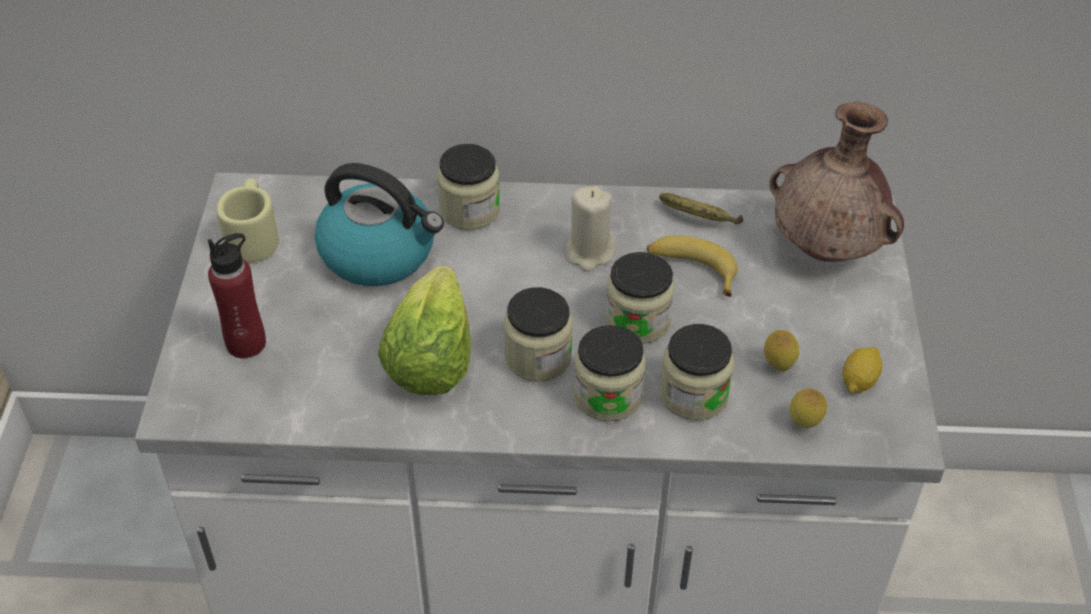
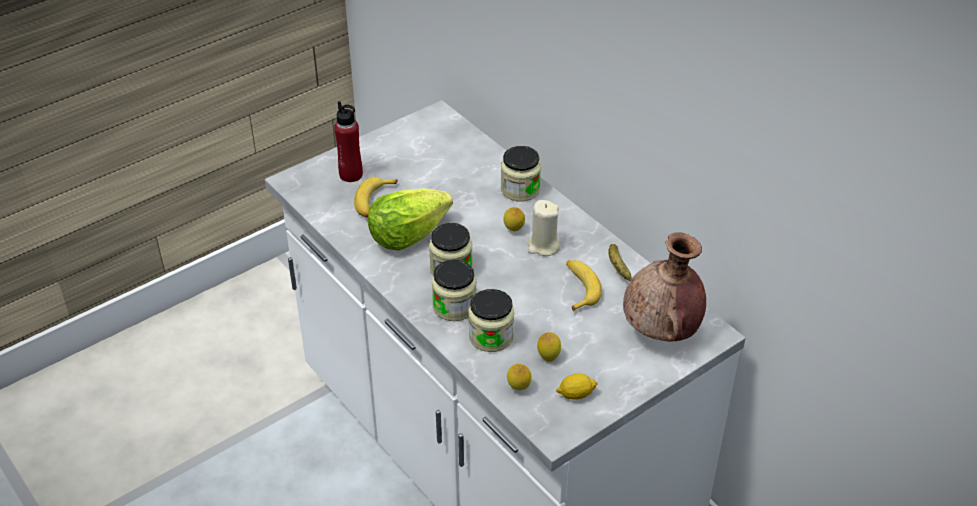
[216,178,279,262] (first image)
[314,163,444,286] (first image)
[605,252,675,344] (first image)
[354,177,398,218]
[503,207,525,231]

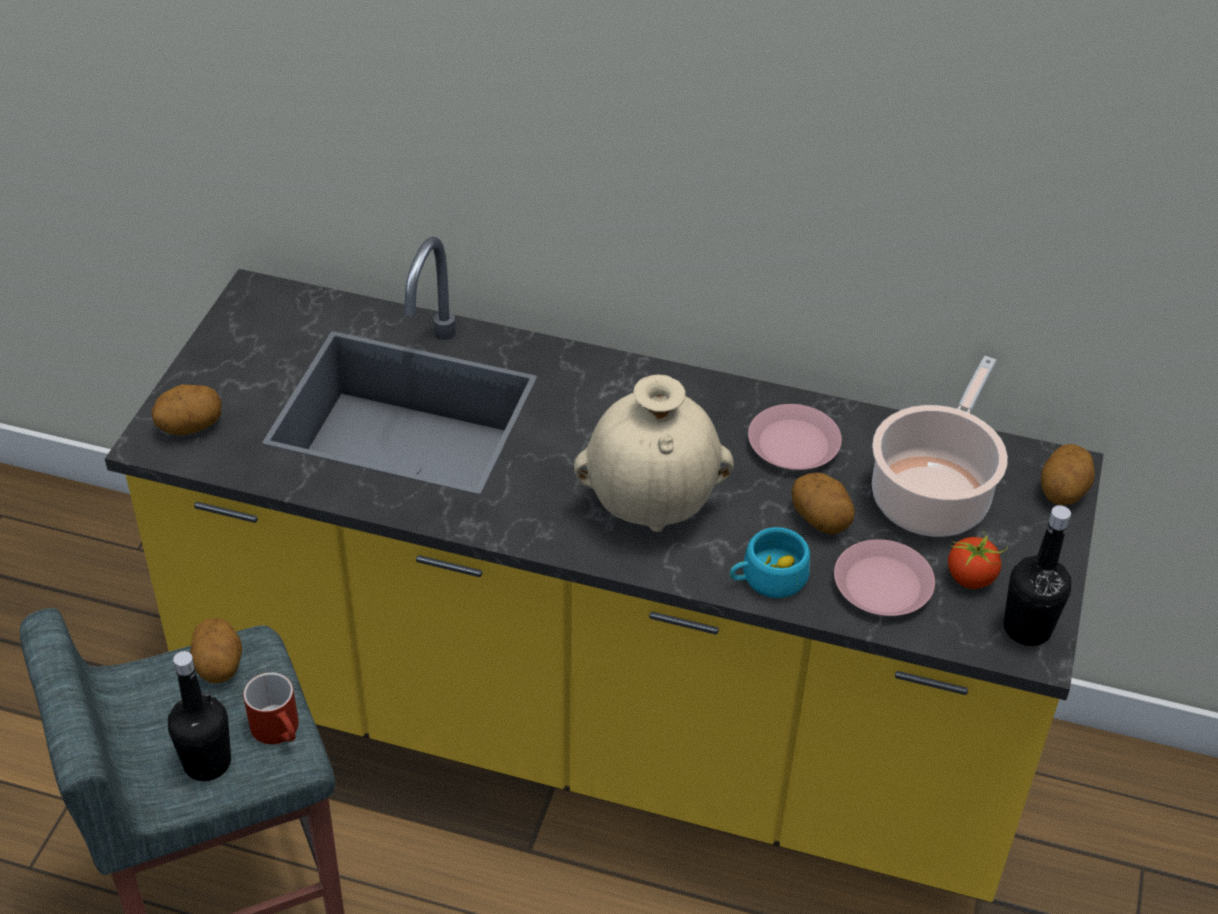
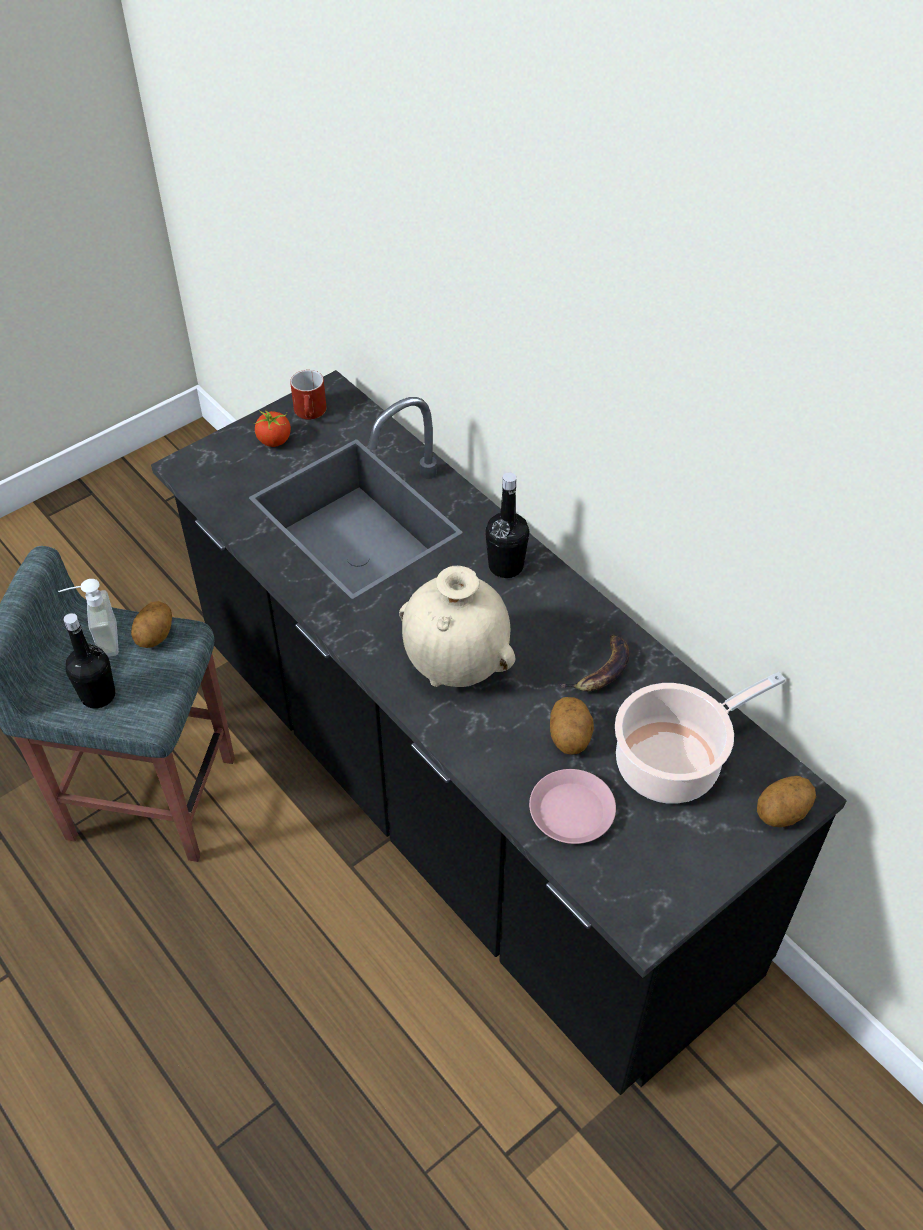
[152,384,222,435] (first image)
[730,527,810,598] (first image)
[58,579,119,657]
[290,370,327,420]
[254,409,291,447]
[485,473,529,578]
[559,634,629,692]
[151,370,847,1095]

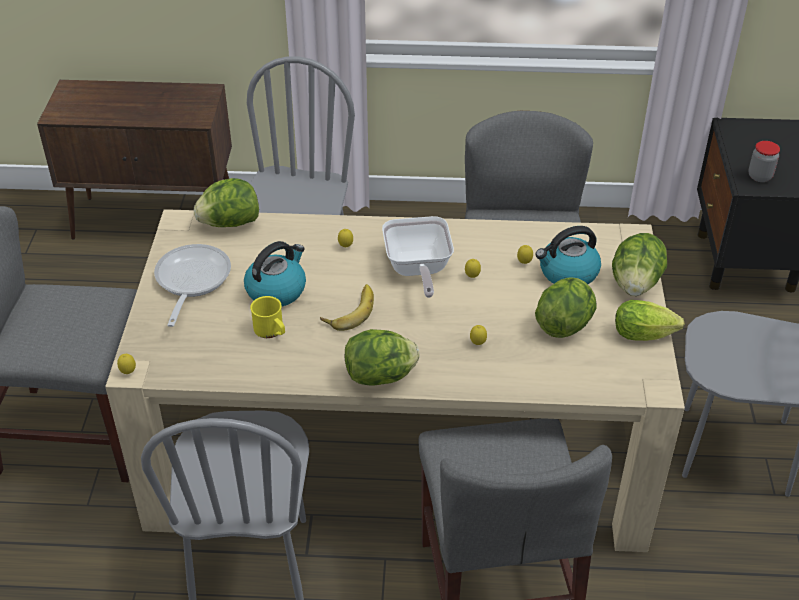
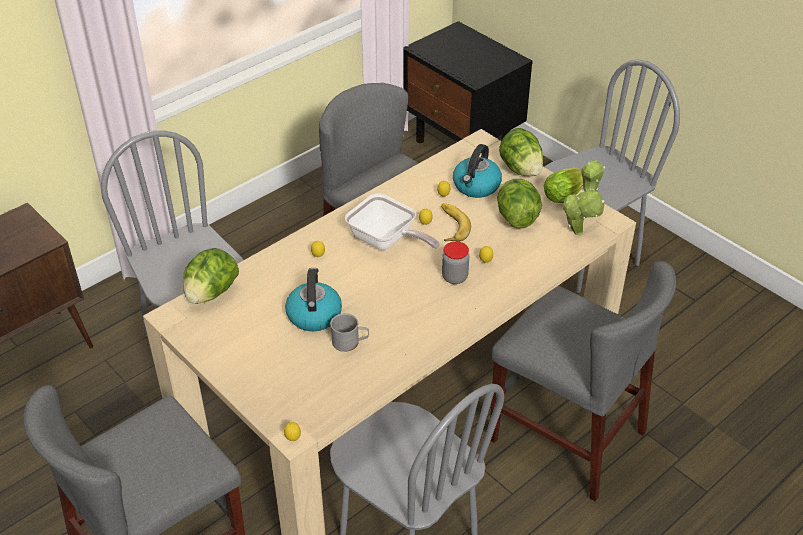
[154,244,231,327] (first image)
[345,329,420,385] (first image)
[563,160,605,235]
[441,204,471,242]
[442,241,469,284]
[330,313,369,352]

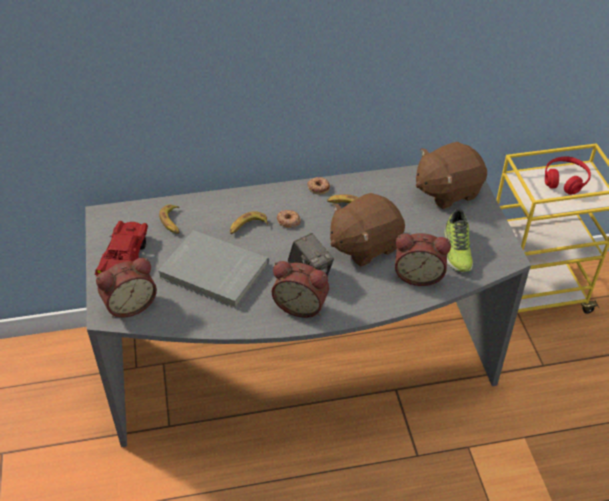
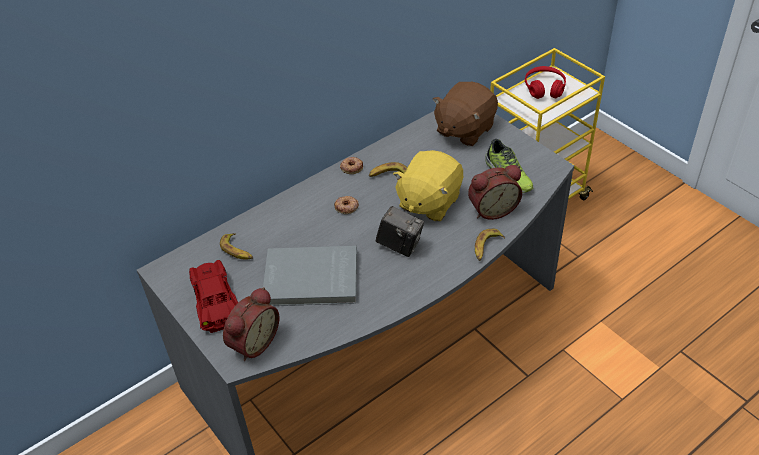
[272,261,329,318] (first image)
[475,228,505,261]
[393,150,463,222]

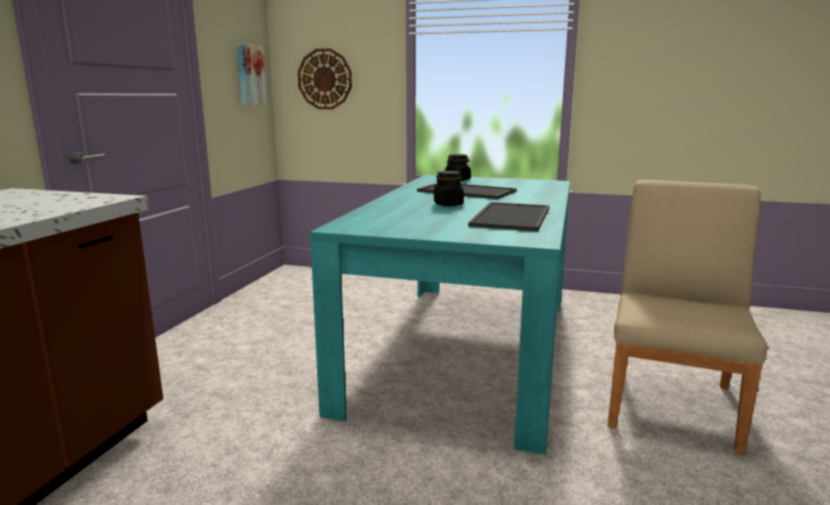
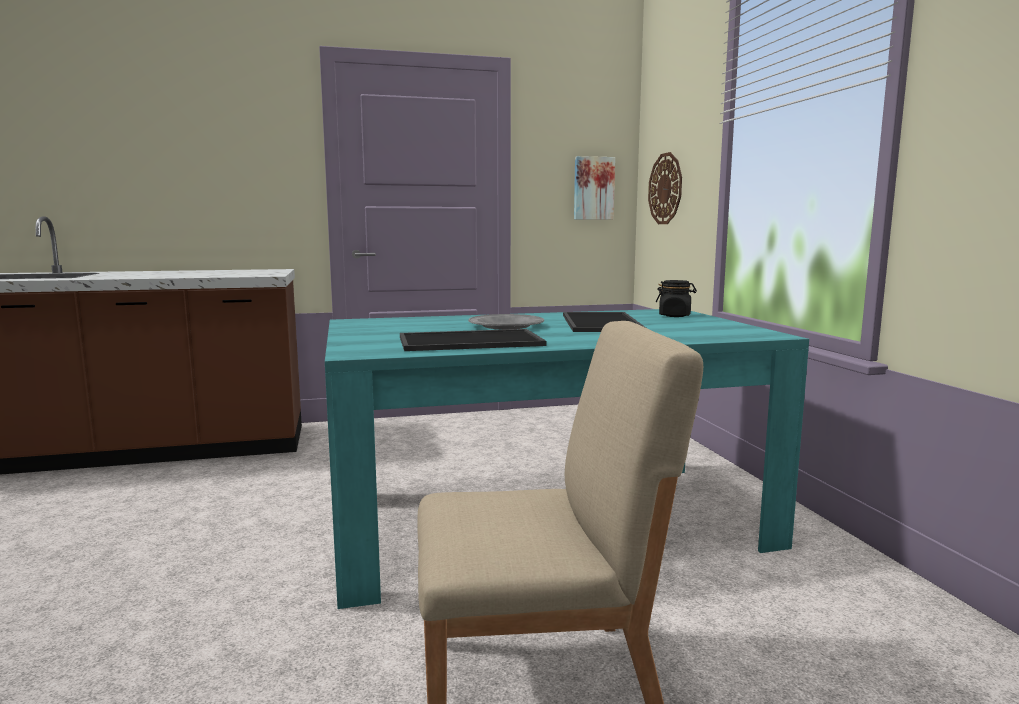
[468,314,544,330]

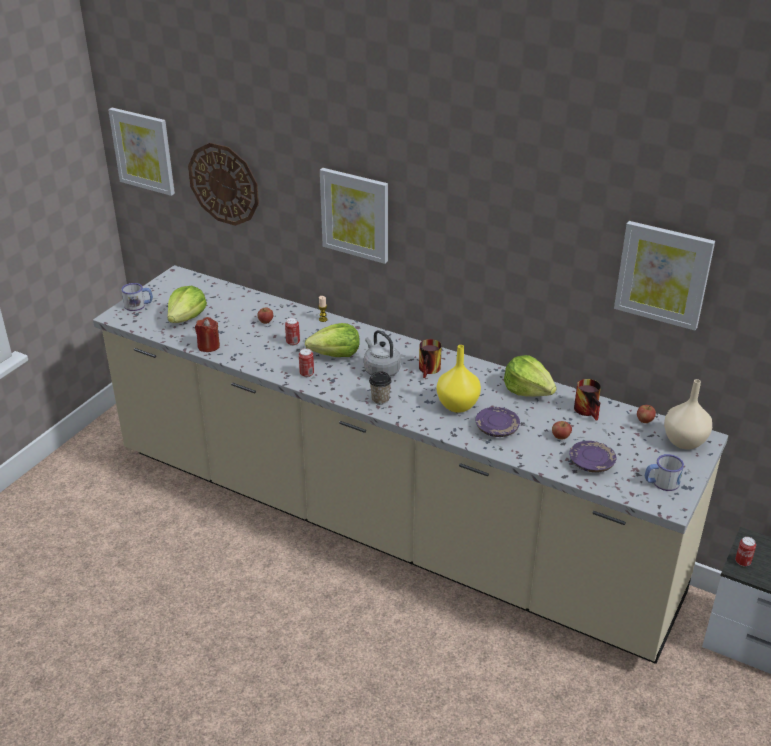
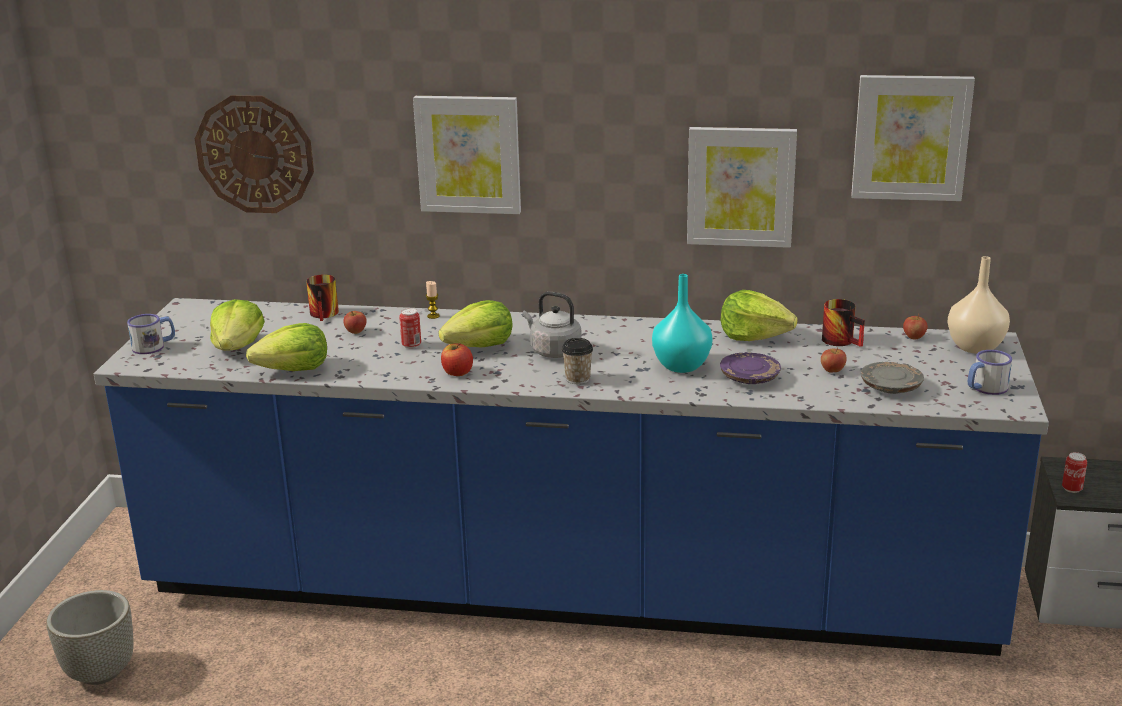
[46,590,134,685]
[687,127,797,248]
[306,274,339,321]
[246,323,327,371]
[441,343,473,376]
[94,298,1049,656]
[652,274,712,373]
[861,362,924,394]

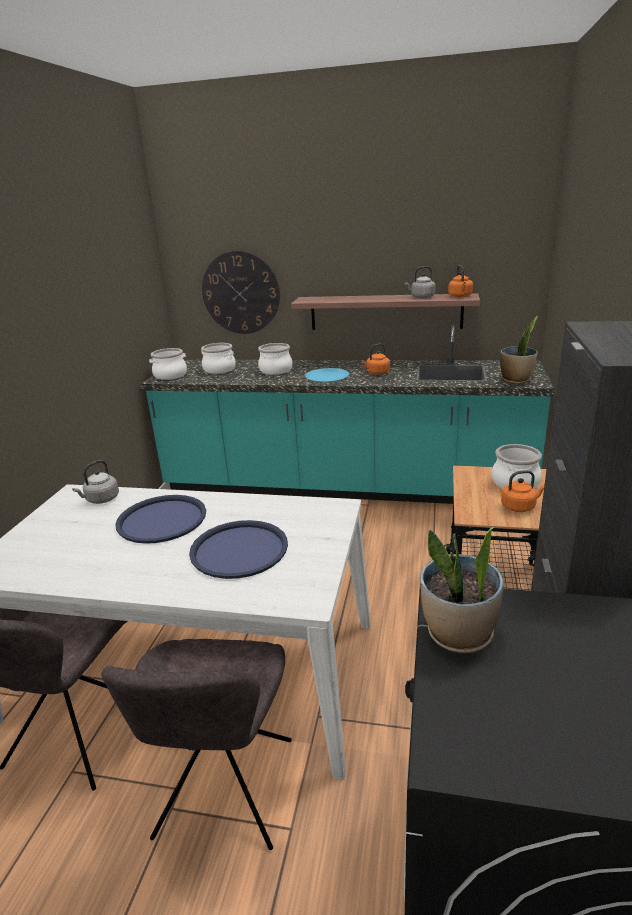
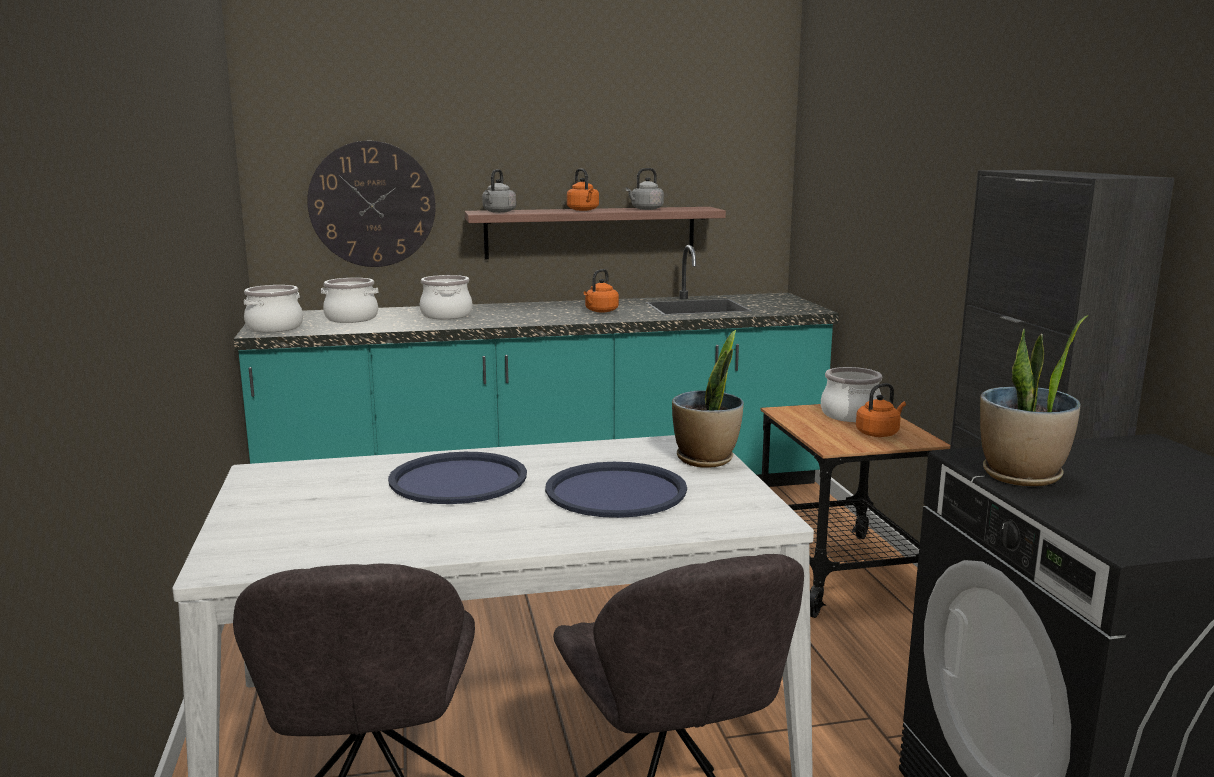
[305,368,349,382] (first image)
[482,169,516,213]
[567,168,599,211]
[672,330,744,468]

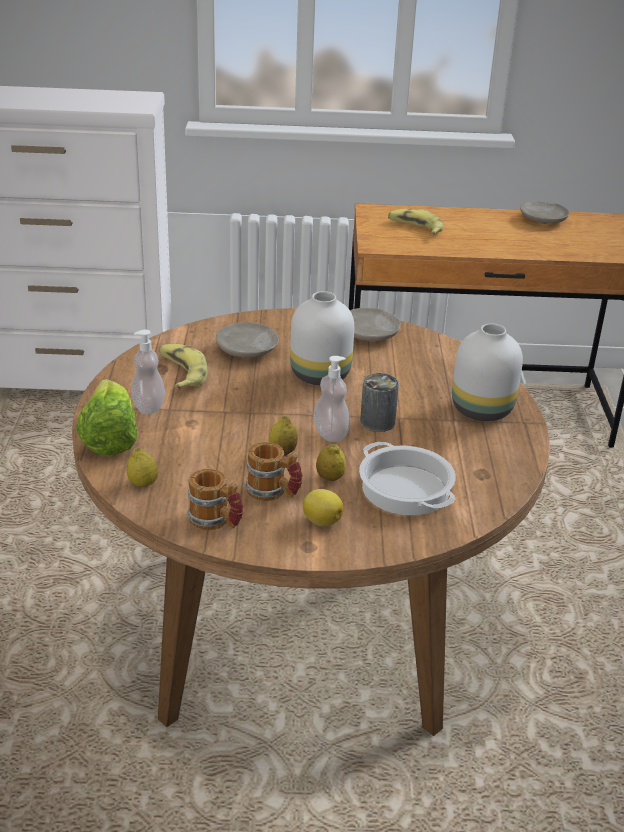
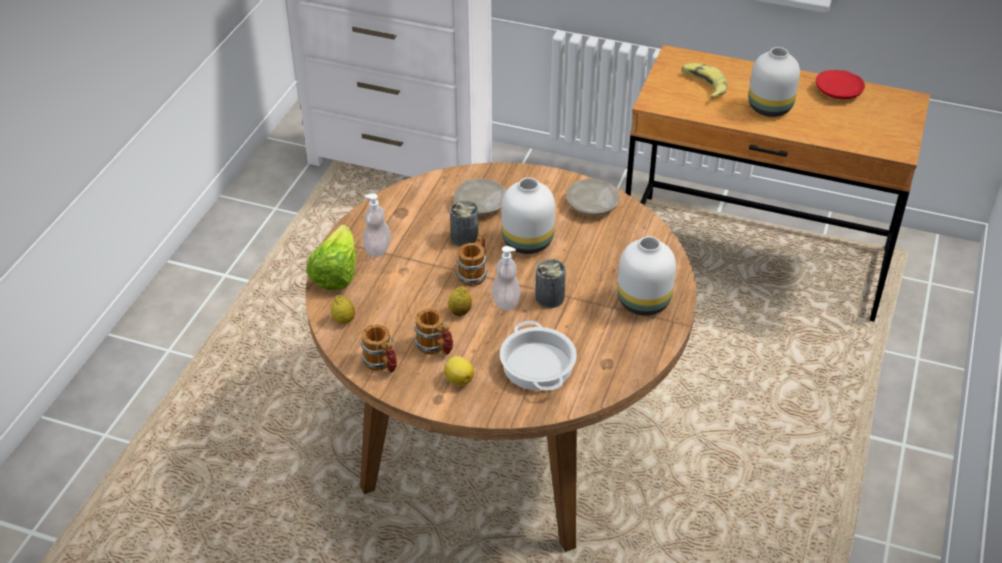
[159,344,207,389] (first image)
[316,444,346,481] (first image)
[450,200,478,247]
[456,232,487,286]
[748,47,800,117]
[816,70,865,99]

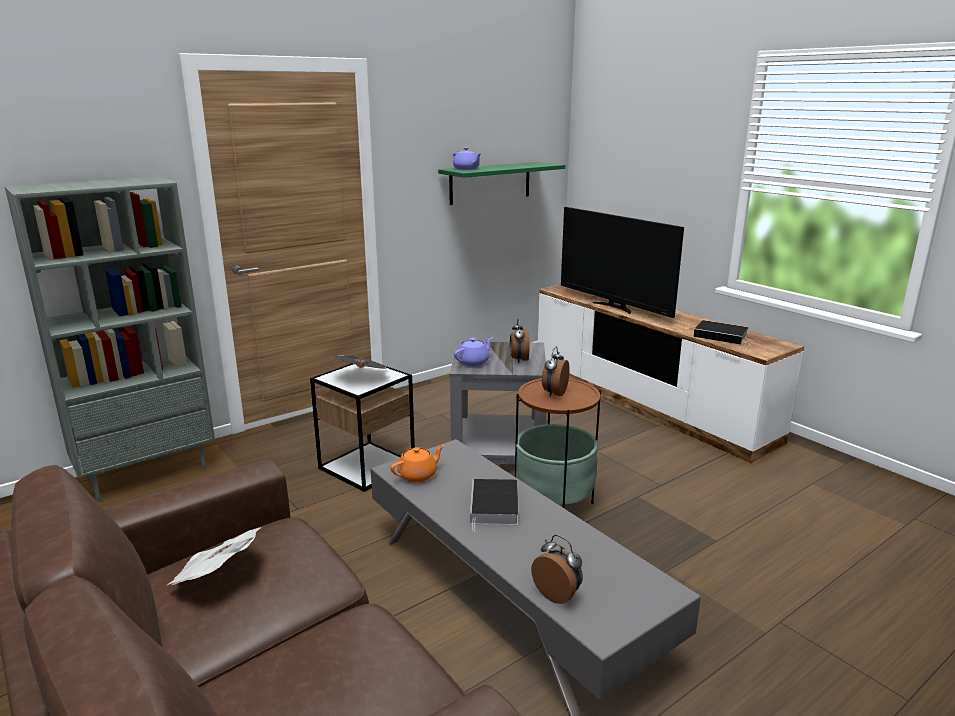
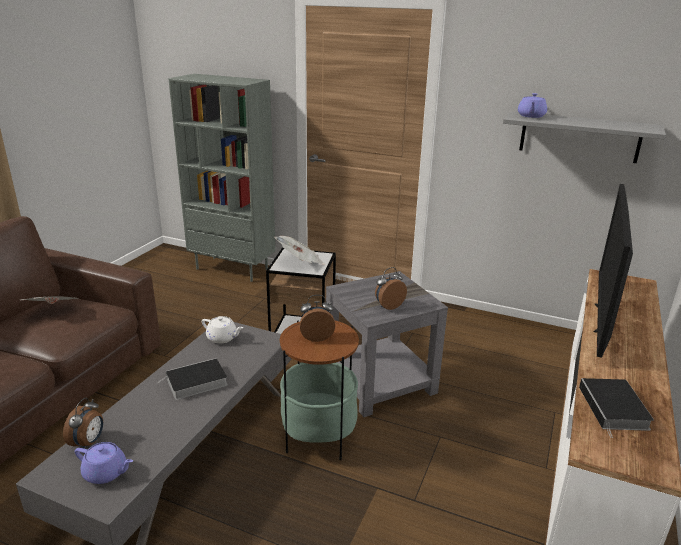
[75,442,133,484]
[202,316,243,344]
[503,111,666,163]

